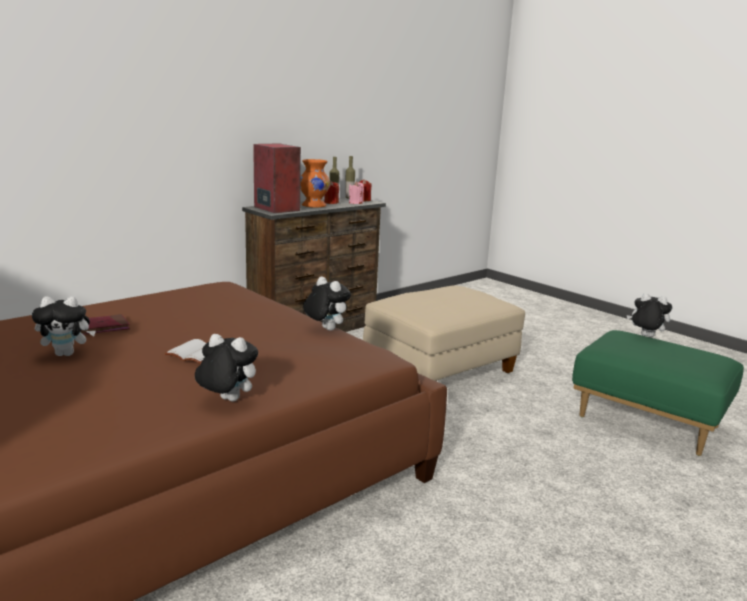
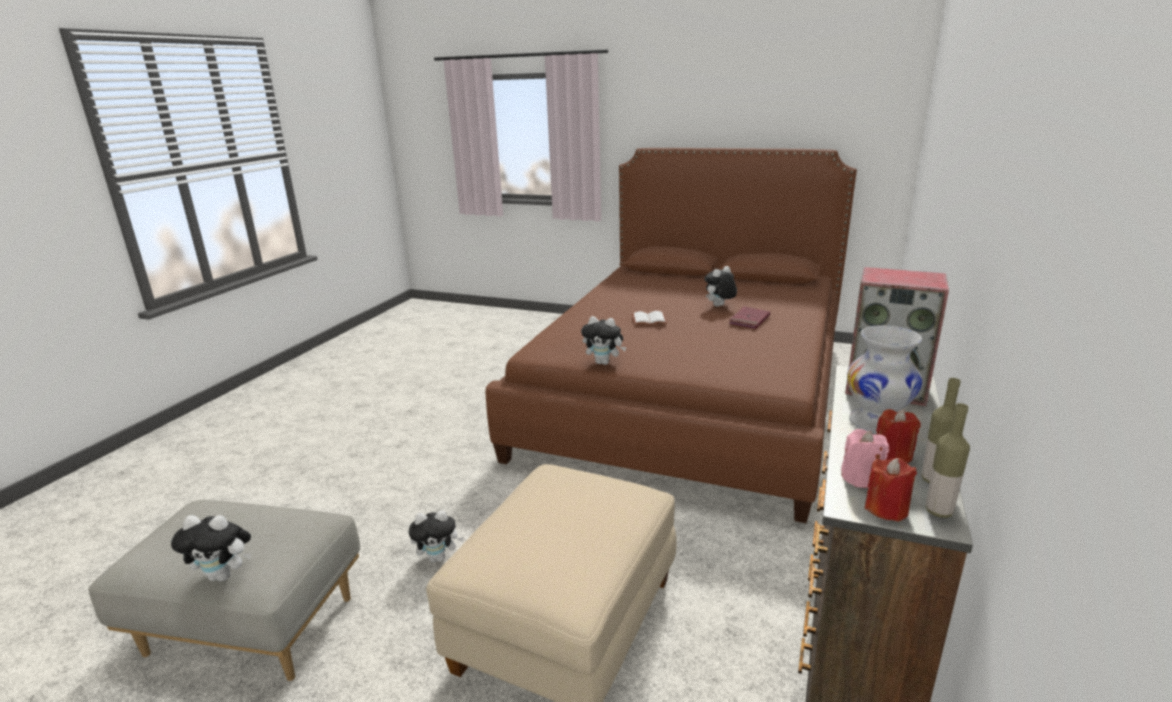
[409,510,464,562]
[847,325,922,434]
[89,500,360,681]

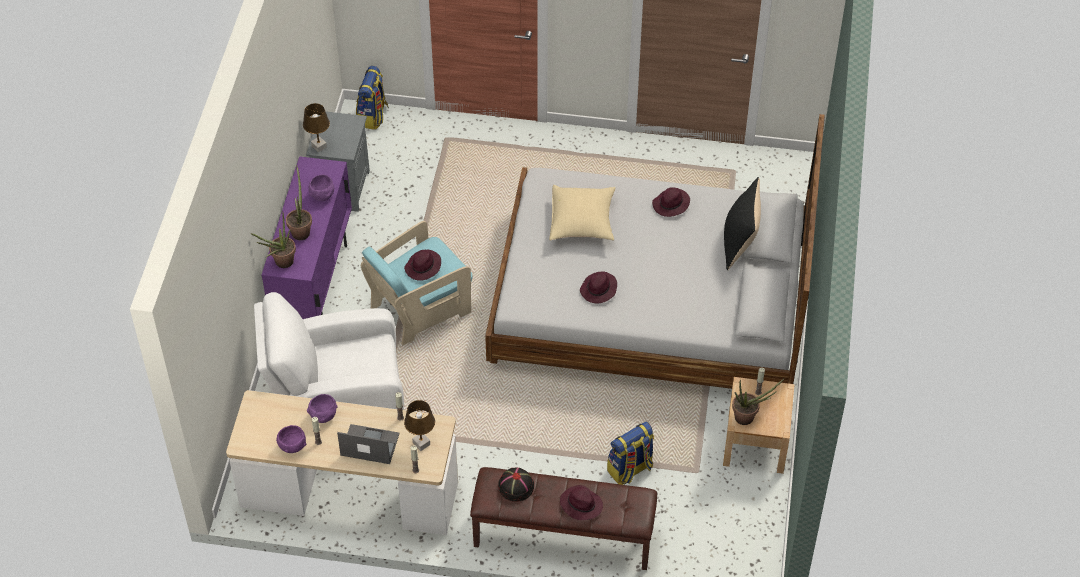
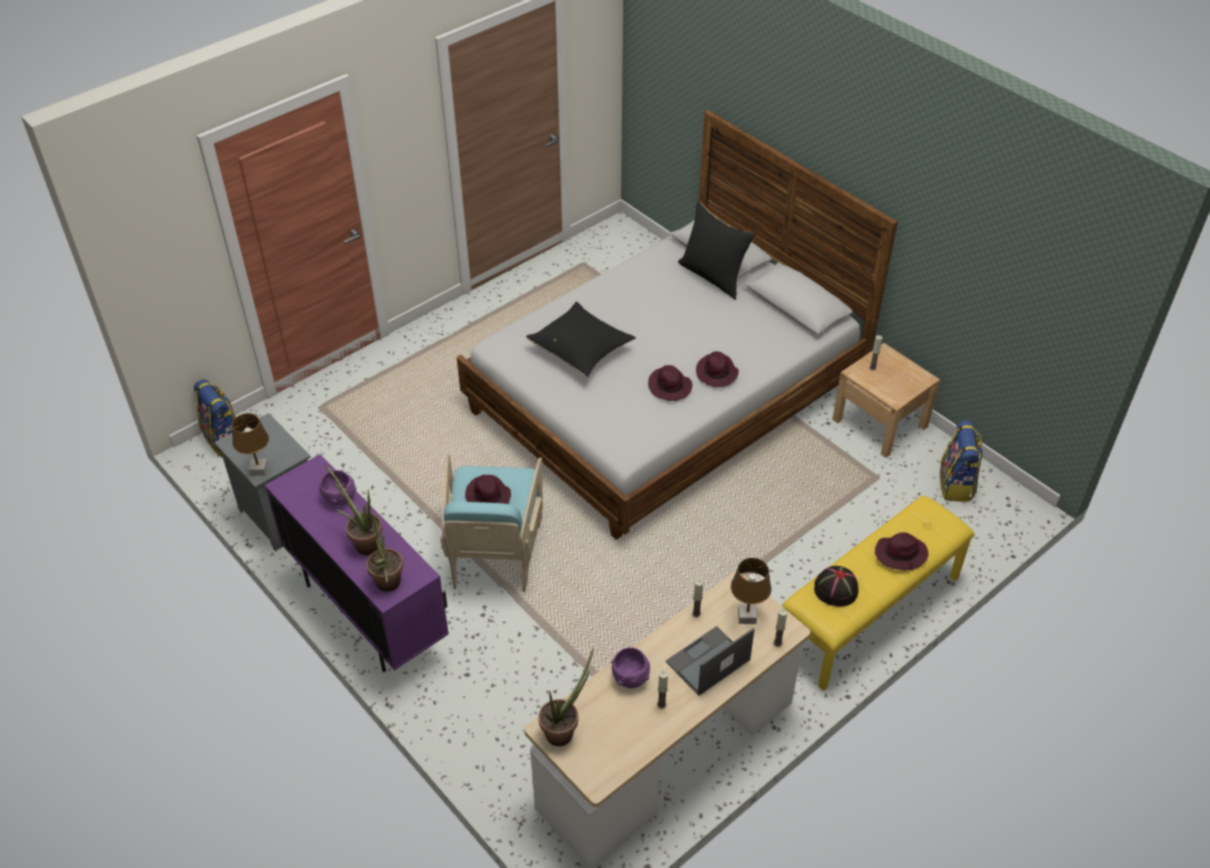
[254,292,404,410] (first image)
[276,425,306,453] (first image)
[940,421,983,502]
[696,351,739,387]
[539,648,594,746]
[782,496,975,691]
[526,302,636,377]

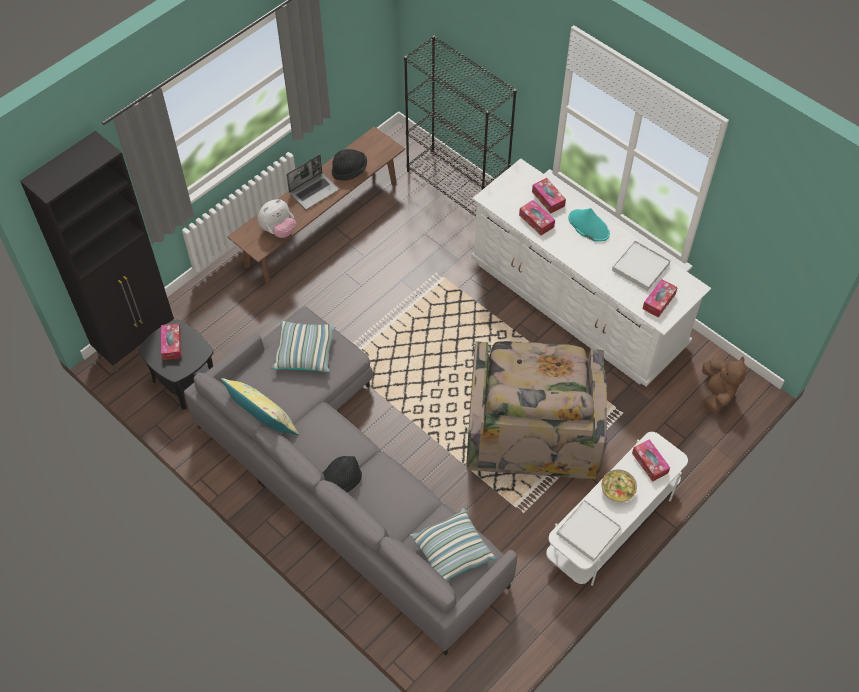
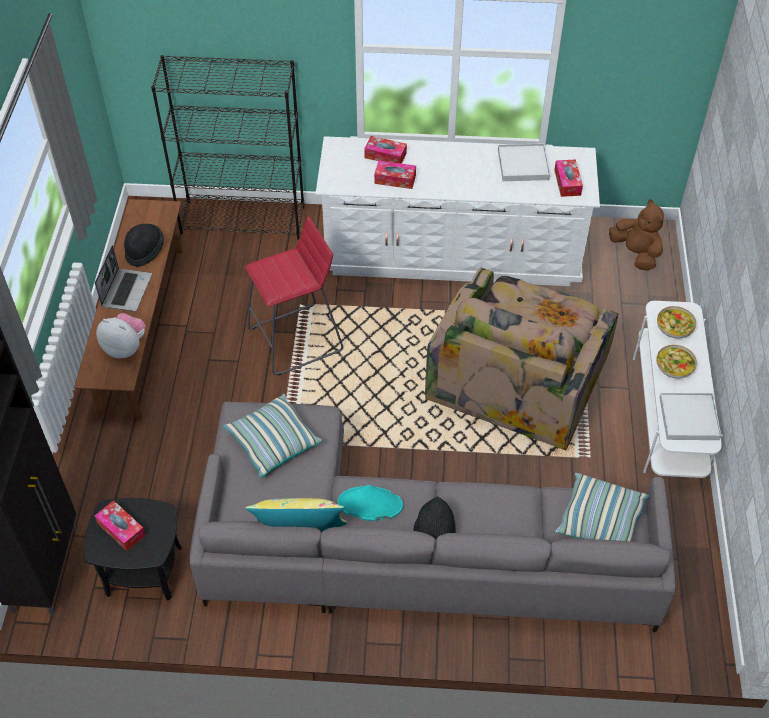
[245,216,343,376]
[337,485,403,521]
[657,306,696,338]
[96,313,146,358]
[425,267,619,451]

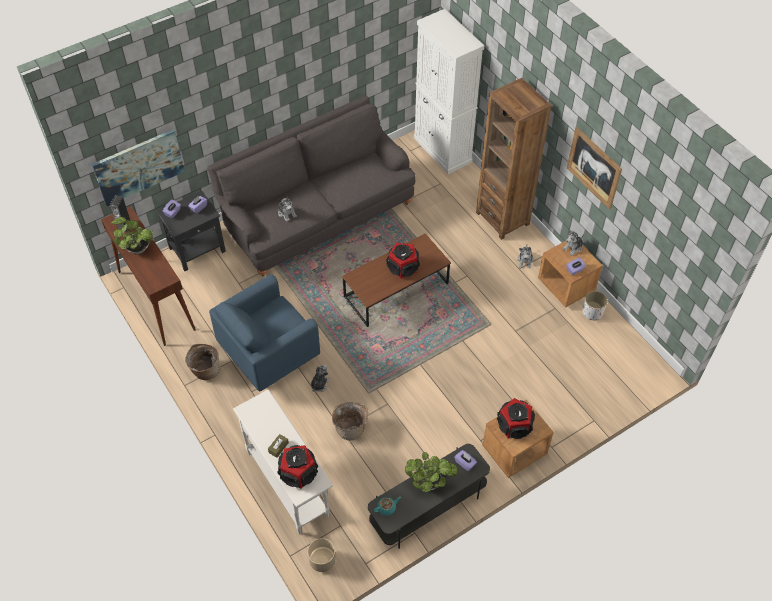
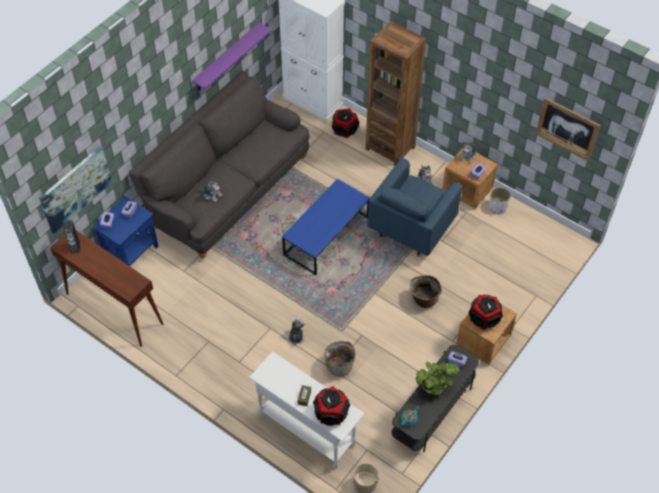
[111,217,153,254] (first image)
[192,23,272,91]
[410,275,441,308]
[367,158,462,256]
[332,108,359,138]
[536,97,600,162]
[92,196,158,266]
[282,179,370,275]

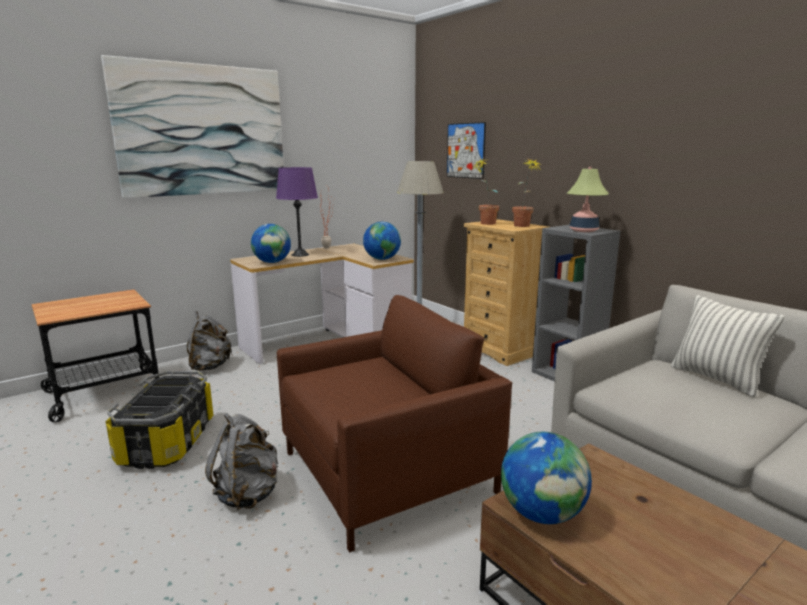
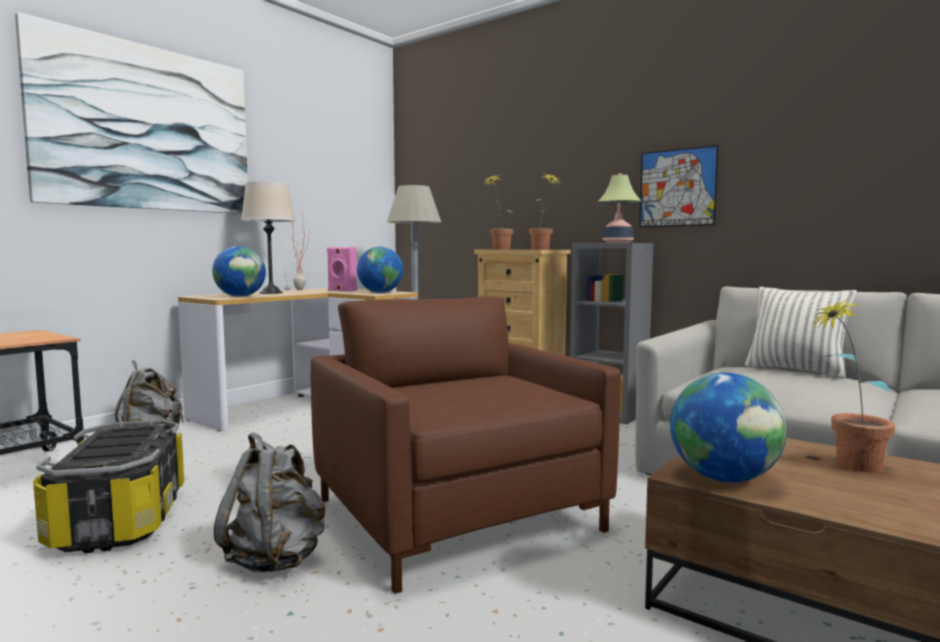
[327,247,357,292]
[810,298,895,472]
[639,145,719,227]
[241,181,295,294]
[311,296,621,594]

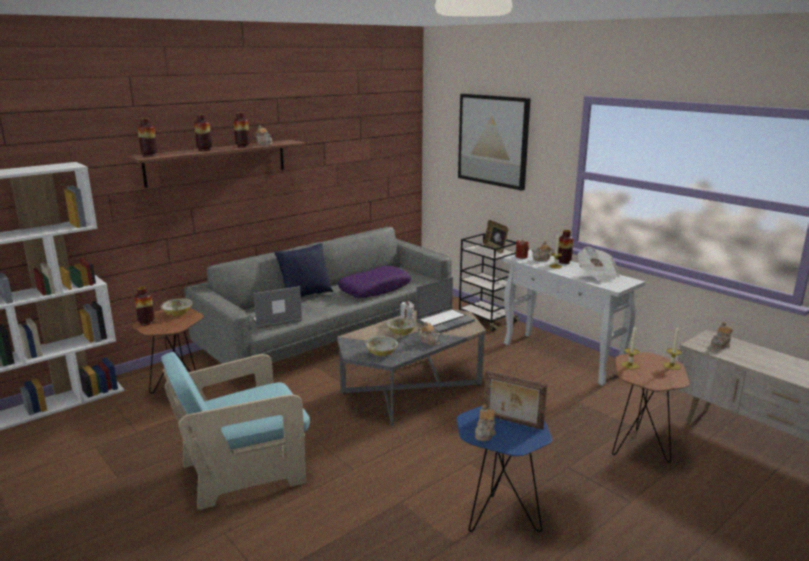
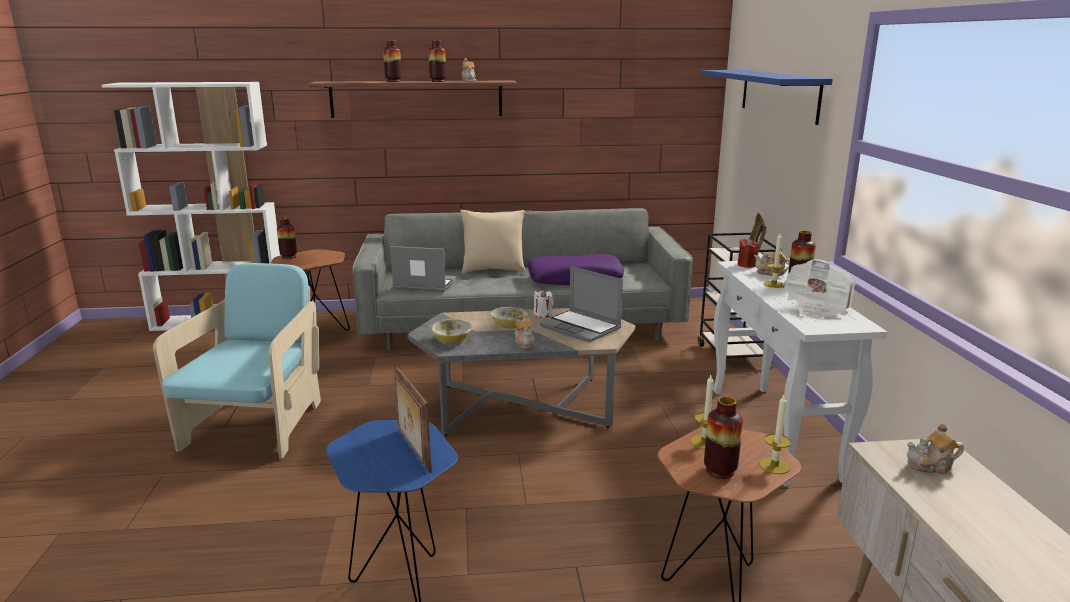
[160,298,192,316] (first image)
[475,405,496,441] (first image)
[704,397,743,479]
[700,70,833,125]
[460,210,526,274]
[153,263,321,459]
[539,266,623,343]

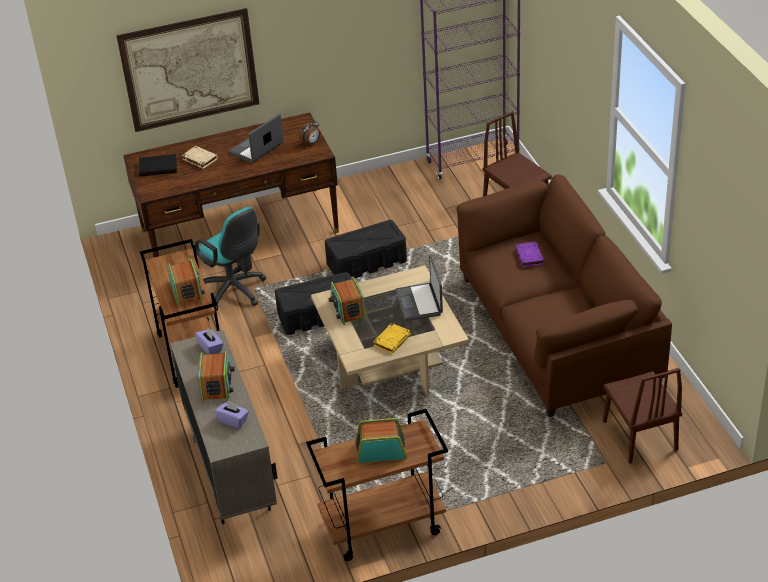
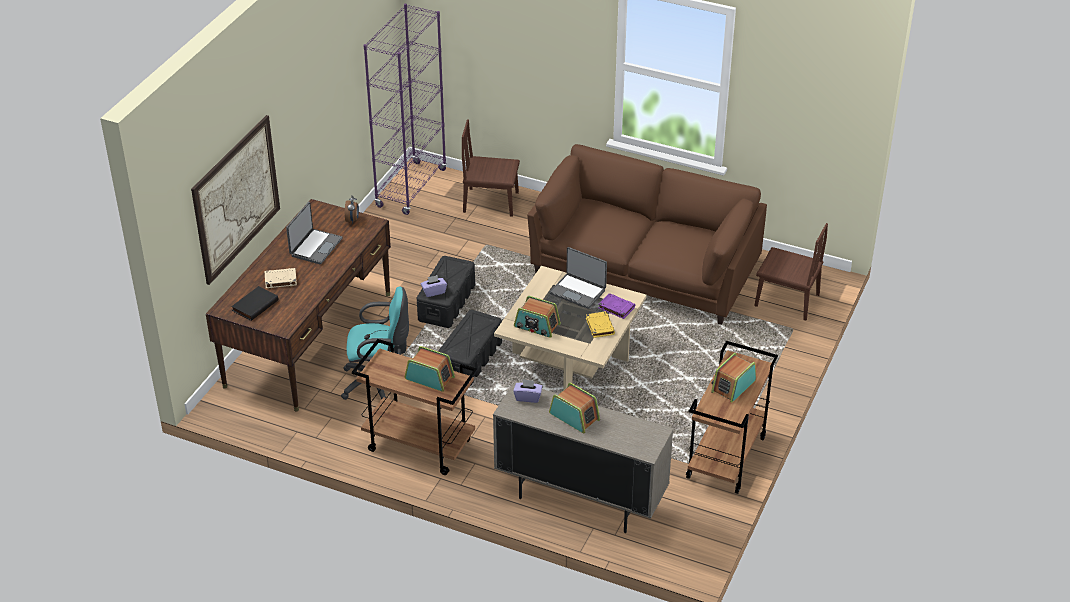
[421,275,447,297]
[598,293,635,319]
[286,202,343,265]

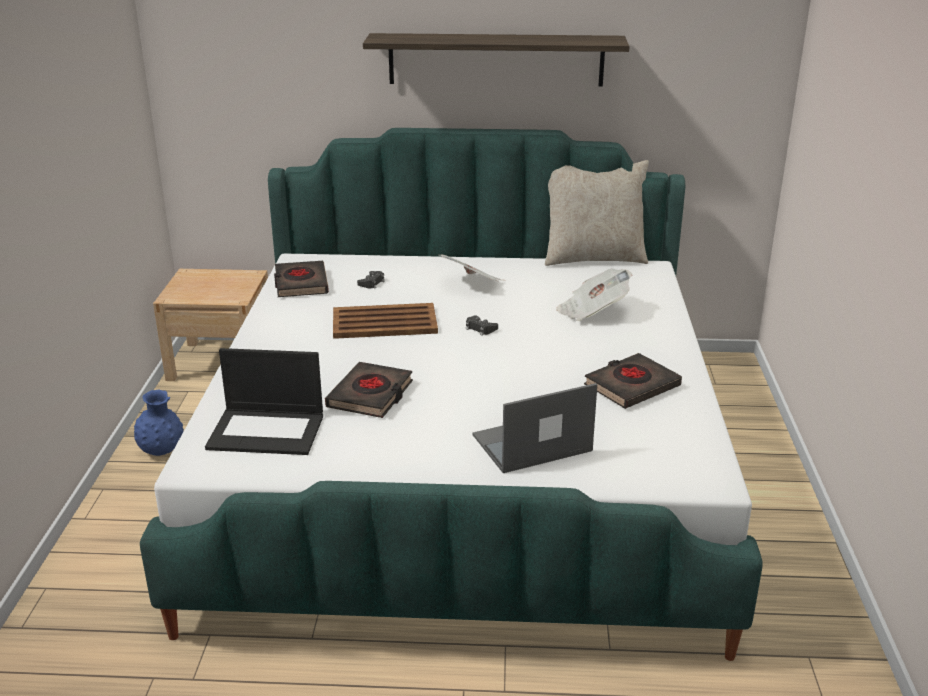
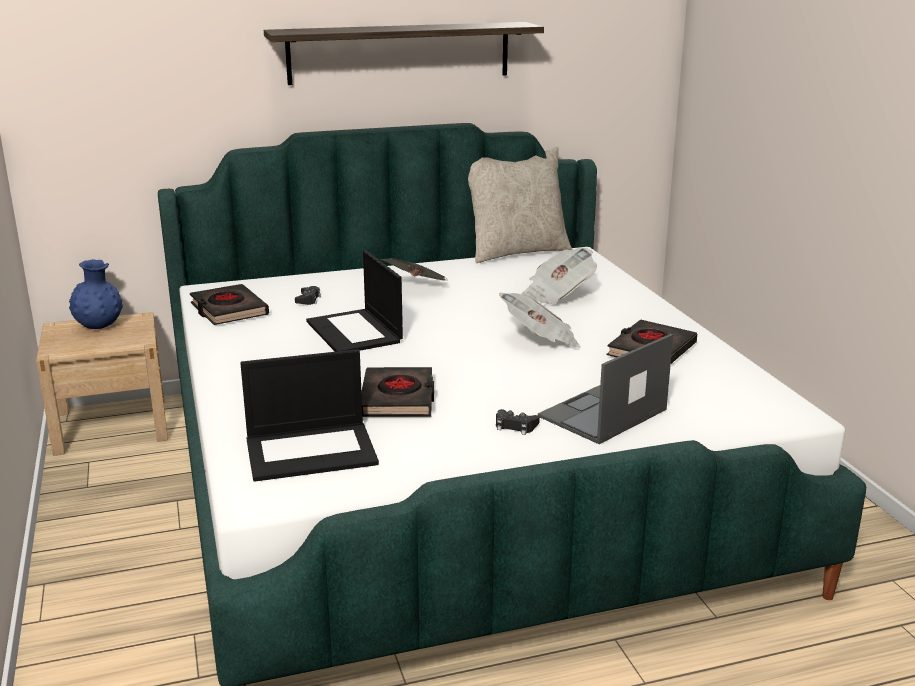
[499,293,580,348]
[69,259,123,329]
[496,409,540,435]
[306,250,403,352]

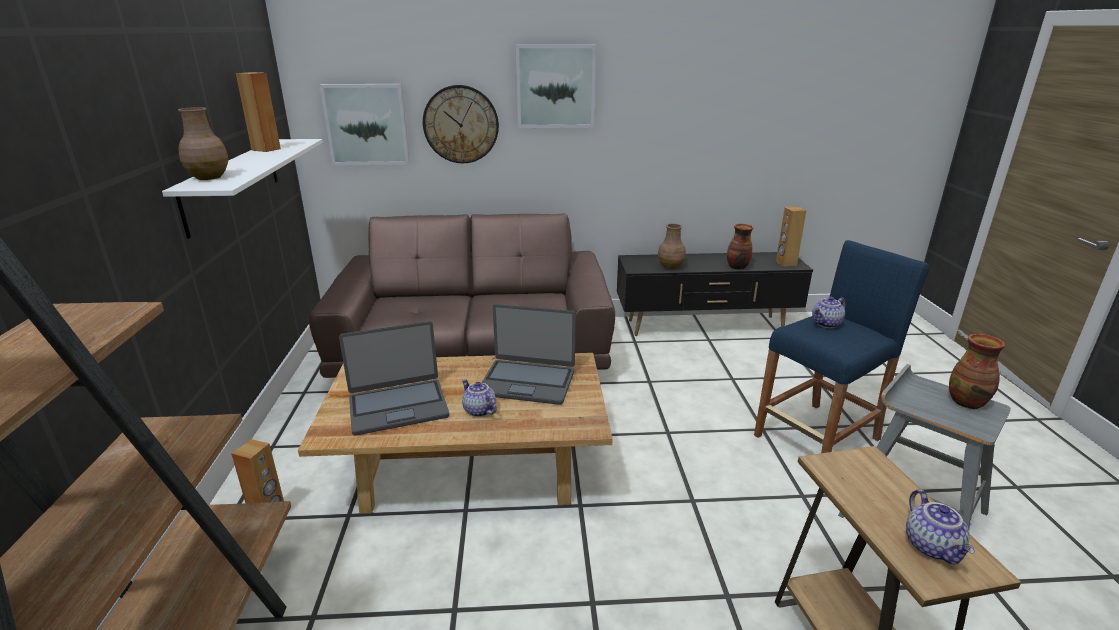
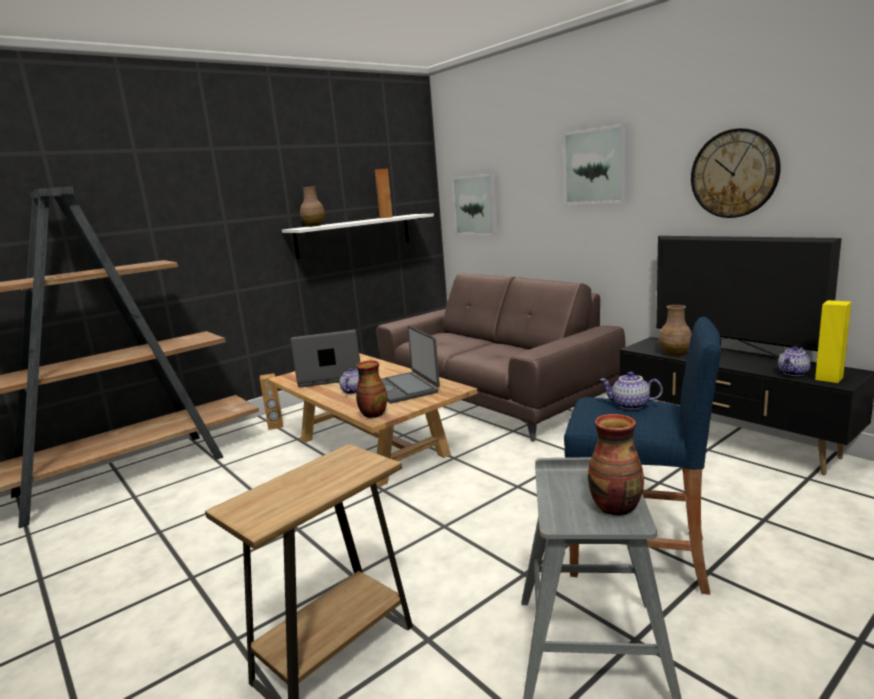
[656,236,842,357]
[691,128,781,218]
[356,360,387,418]
[778,346,811,376]
[815,300,851,383]
[290,330,360,388]

